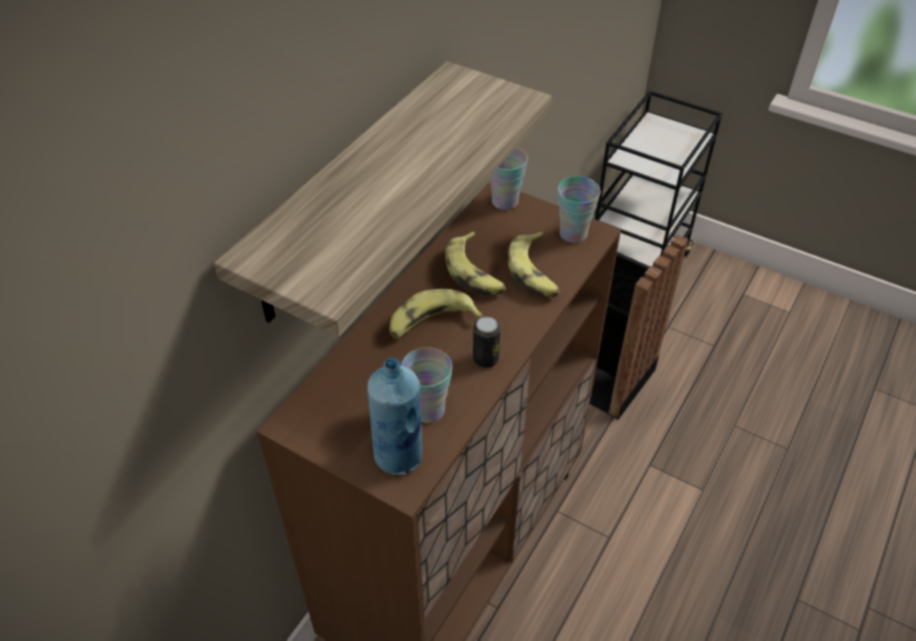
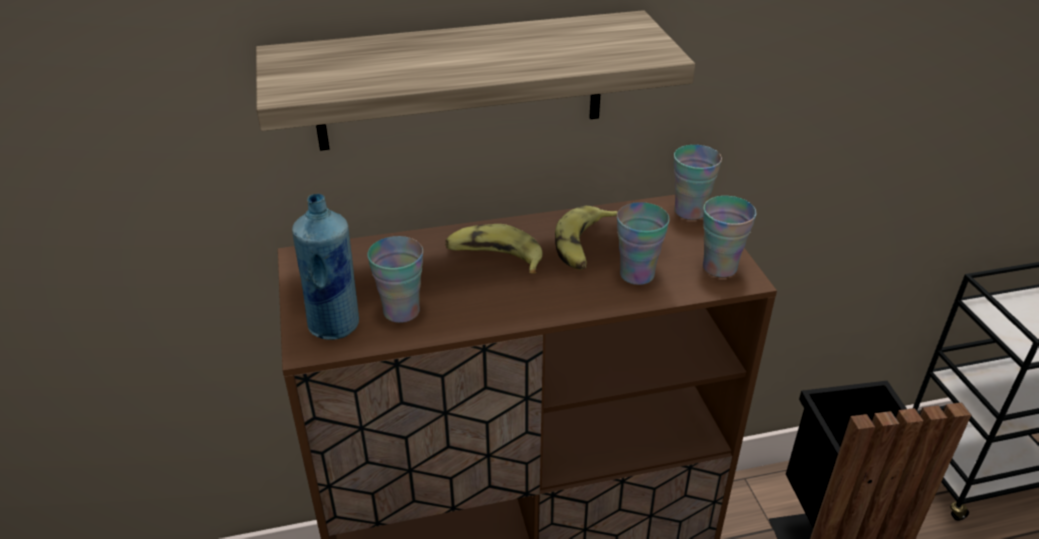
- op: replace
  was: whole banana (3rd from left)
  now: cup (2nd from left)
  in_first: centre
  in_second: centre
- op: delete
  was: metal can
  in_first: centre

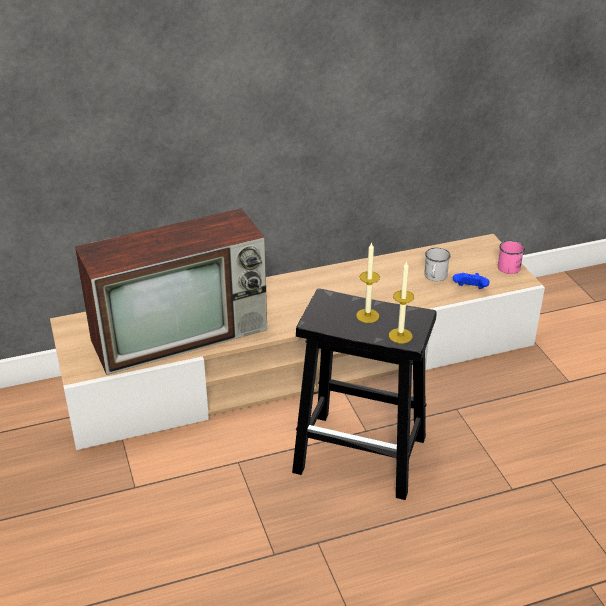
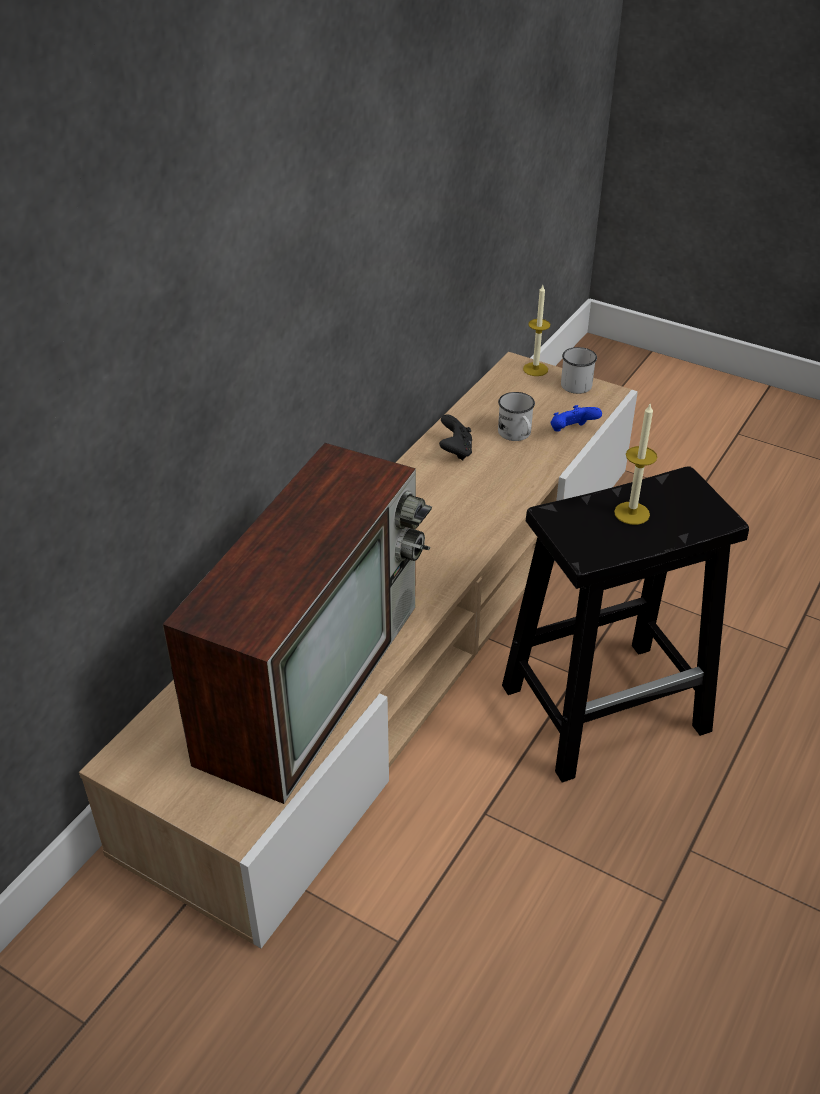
- op: recolor
  was: coffee mug/pink-coloured
  now: coffee mug/white-coloured (2nd from left)
  in_first: middle right
  in_second: middle right
- op: move
  was: wax candle (2nd from left in the first image)
  now: wax candle (1st from left)
  in_first: centre
  in_second: top centre
- op: insert
  now: gamepad/blackish
  in_second: centre

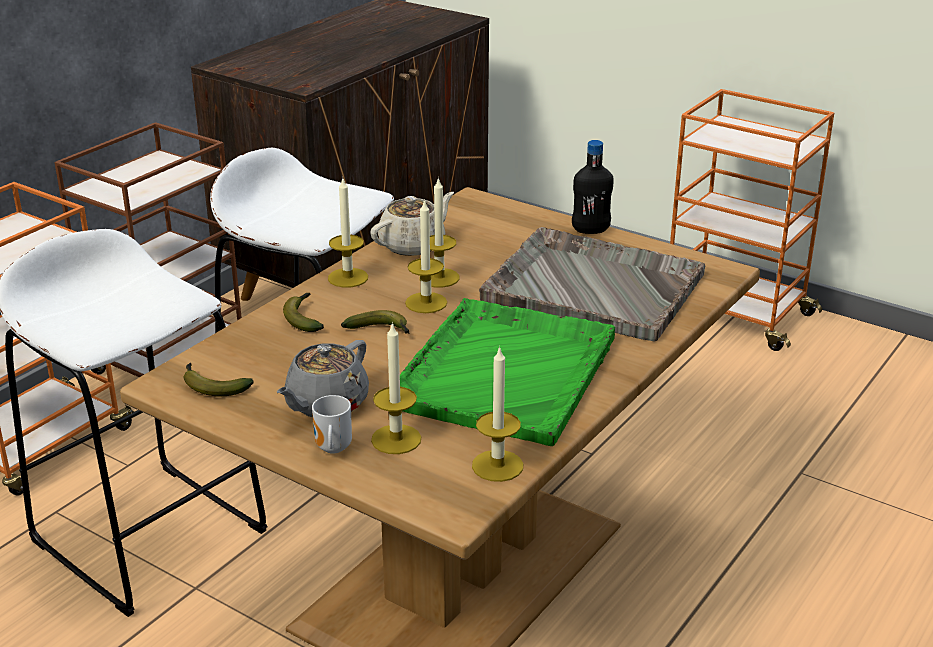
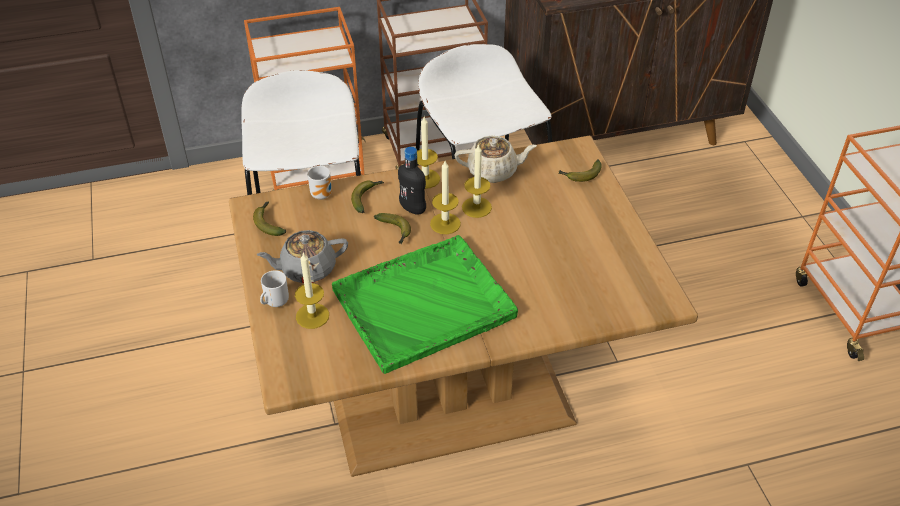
- op: move
  was: beverage bottle/blackish
  in_first: top centre
  in_second: centre
- op: delete
  was: carrying tray/greyish
  in_first: centre
- op: delete
  was: wax candle (5th from left)
  in_first: centre
- op: insert
  now: whole banana (4th from left)
  in_second: centre
- op: insert
  now: coffee mug (2nd from left)
  in_second: centre

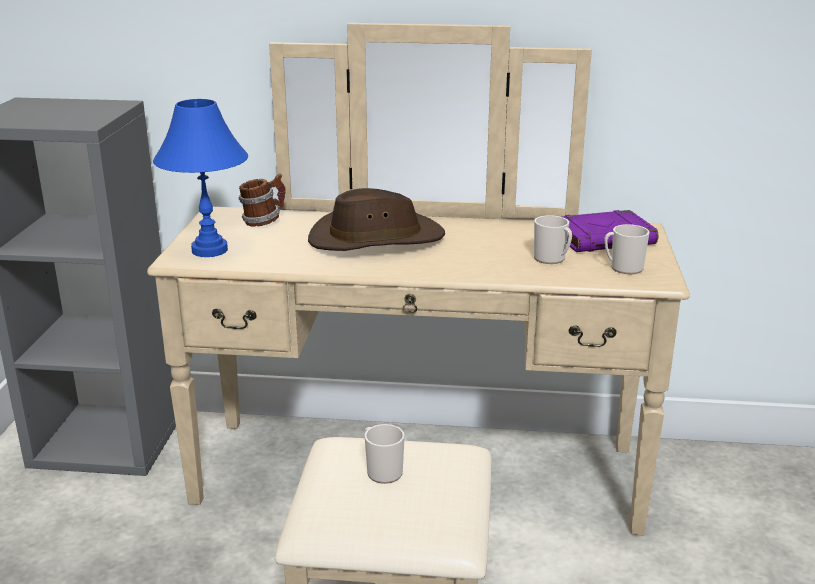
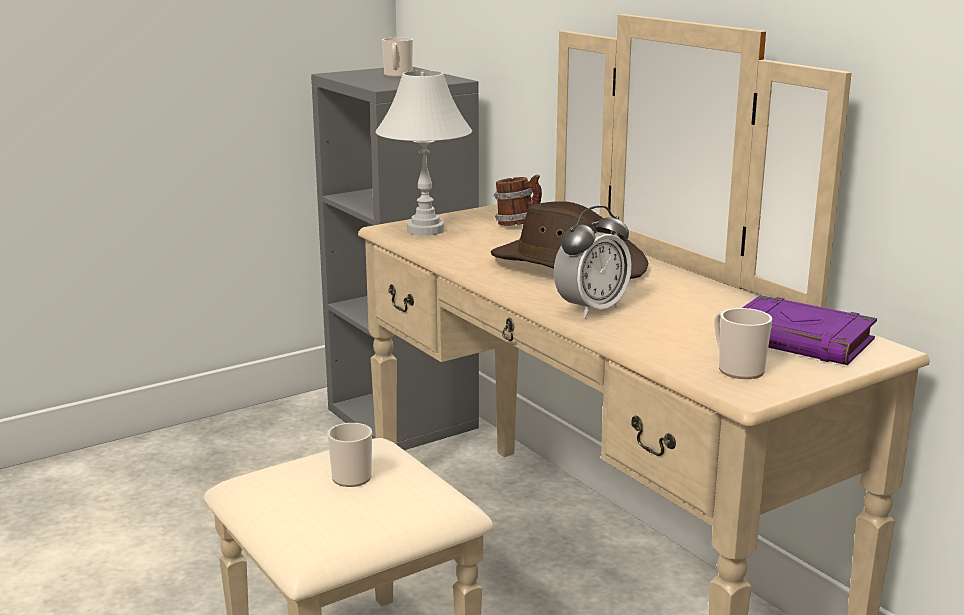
- op: recolor
  was: lamp for a table/bluish
  now: lamp for a table/white-coloured
  in_first: top left
  in_second: top centre
- op: move
  was: coffee mug (3rd from left in the first image)
  now: coffee mug (2nd from left)
  in_first: middle right
  in_second: top centre
- op: insert
  now: alarm clock
  in_second: centre

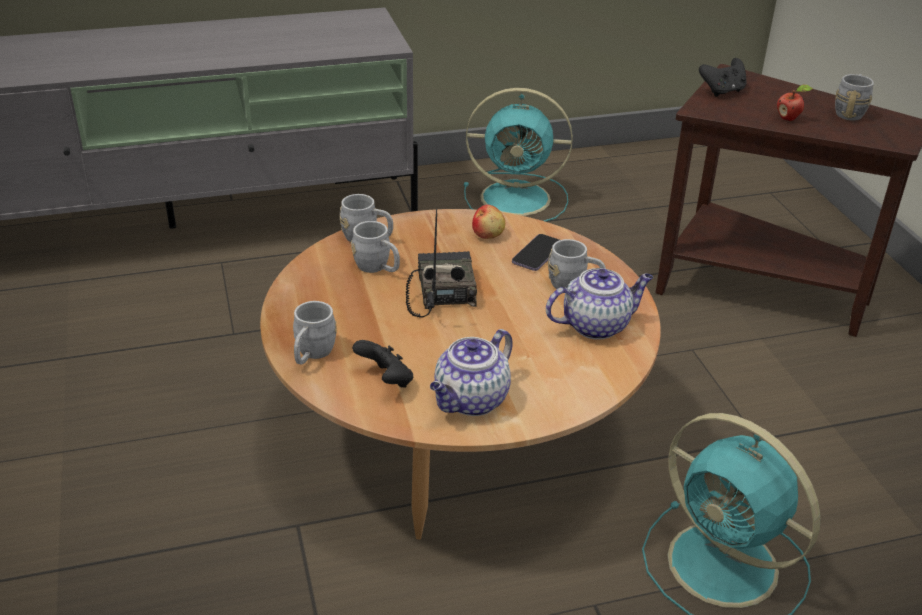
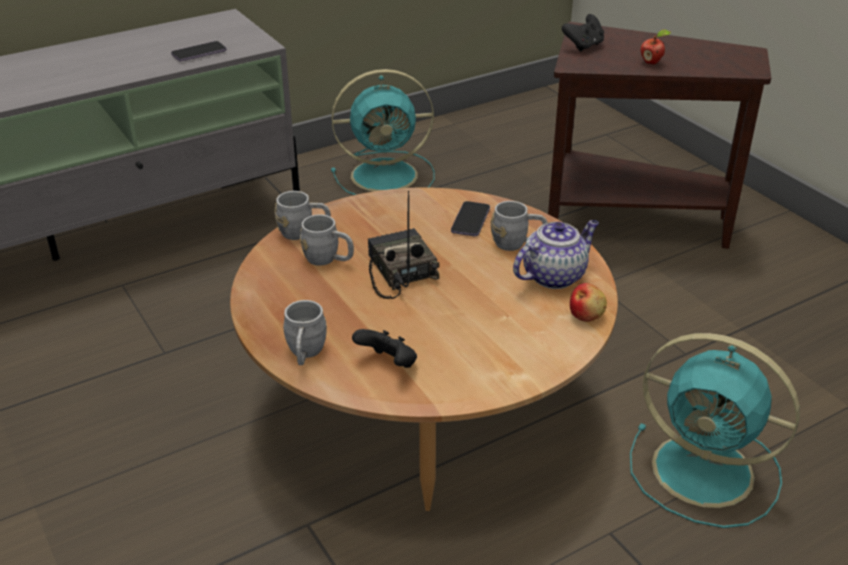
- op: delete
  was: coffee mug/greyish (5th from left)
  in_first: top right
- op: move
  was: apple (1st from left)
  in_first: centre
  in_second: middle right
- op: delete
  was: tea pot (1st from left)
  in_first: centre
- op: insert
  now: phone (1st from left)
  in_second: top left

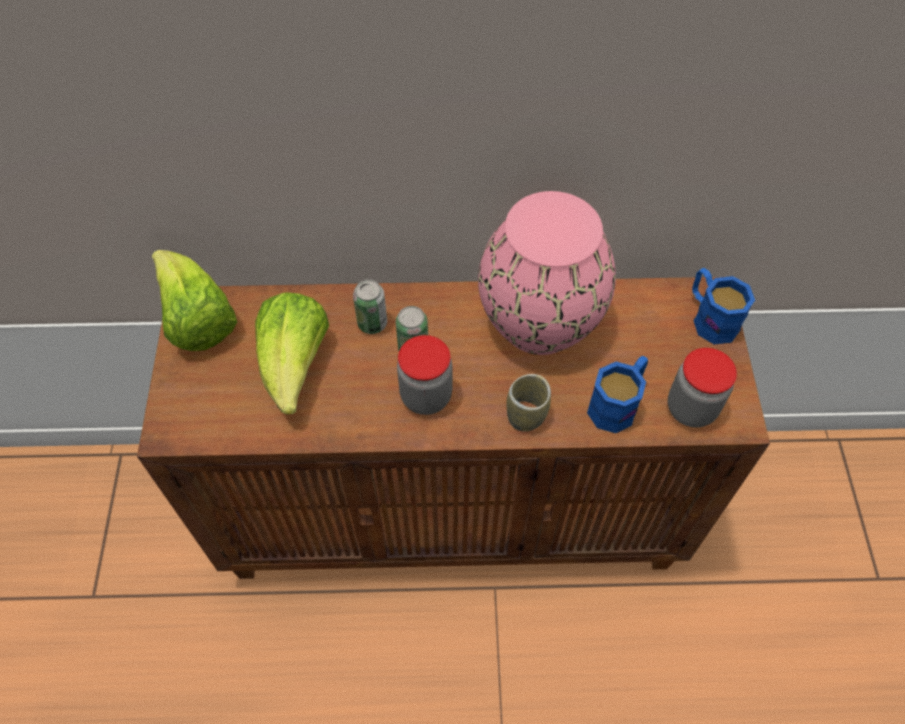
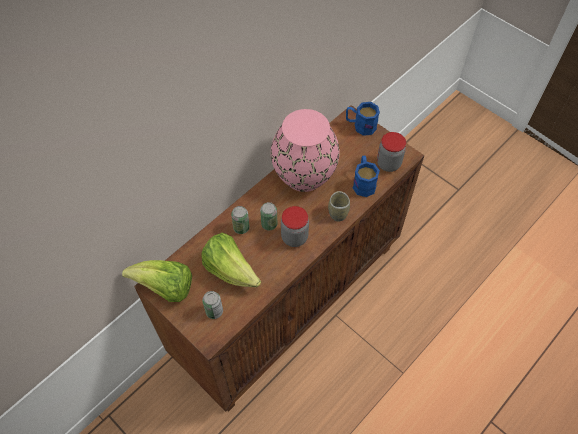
- op: insert
  now: metal can (1st from left)
  in_second: bottom centre

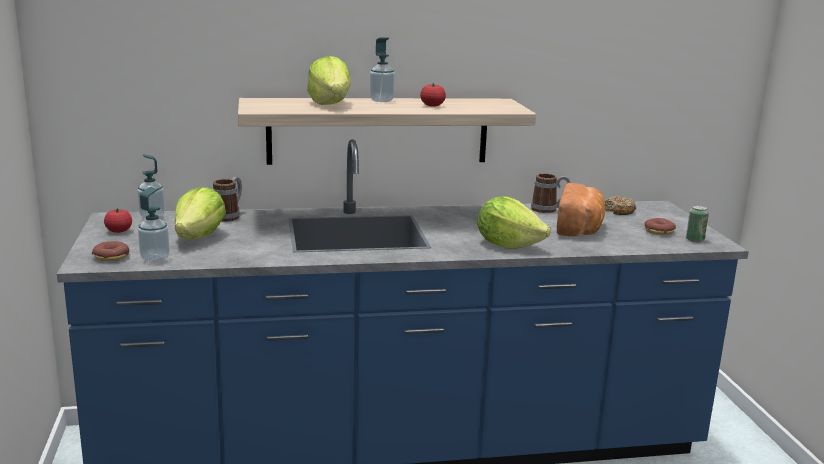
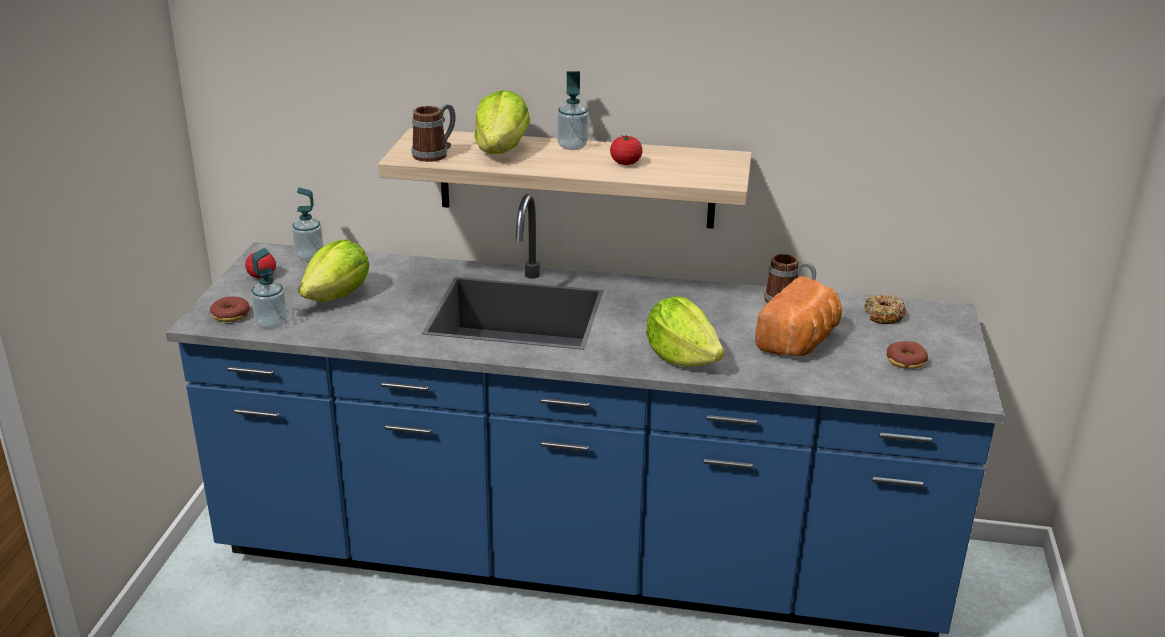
- op: move
  was: coffee mug (1st from left)
  in_first: middle left
  in_second: top centre
- op: delete
  was: metal can
  in_first: middle right

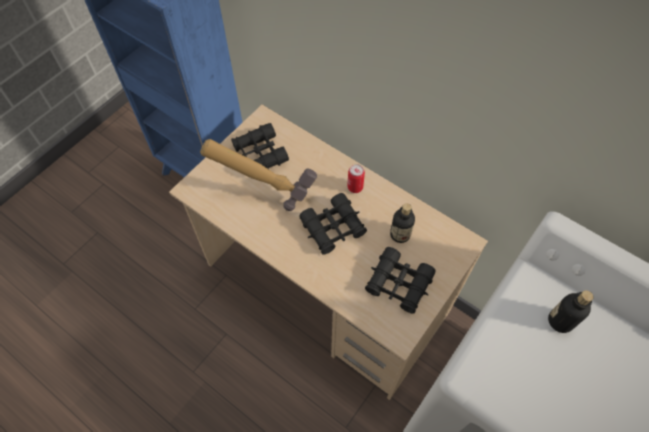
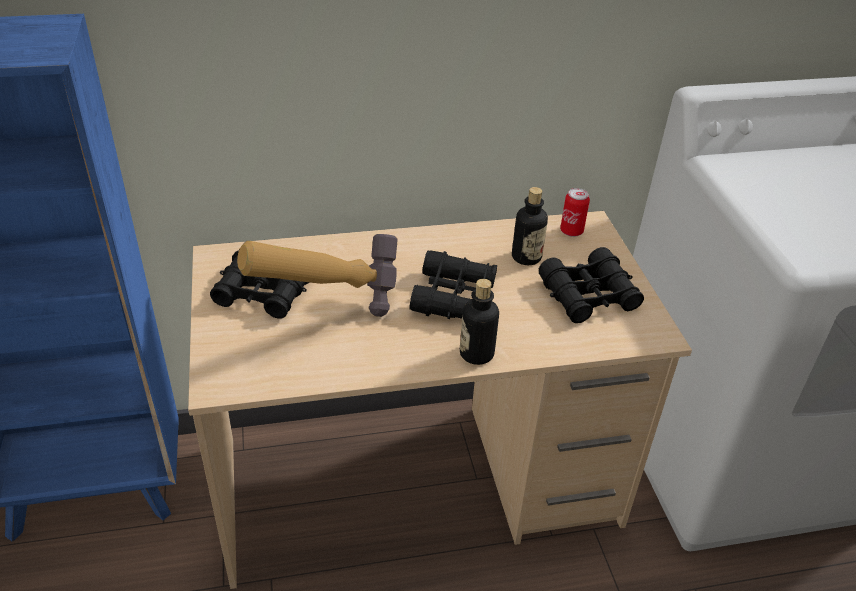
- op: move
  was: metal can
  in_first: centre
  in_second: middle right
- op: move
  was: beverage bottle (2nd from left in the first image)
  now: beverage bottle (1st from left)
  in_first: bottom right
  in_second: centre

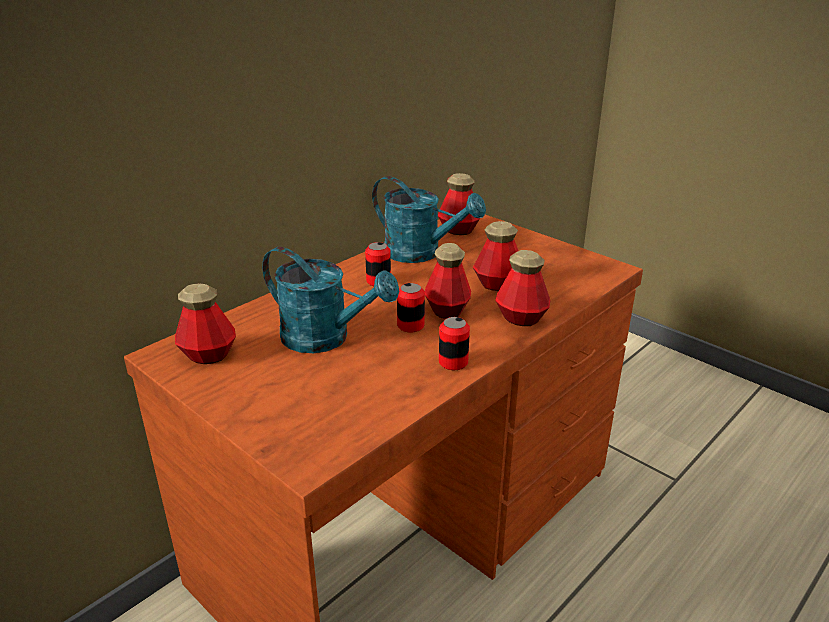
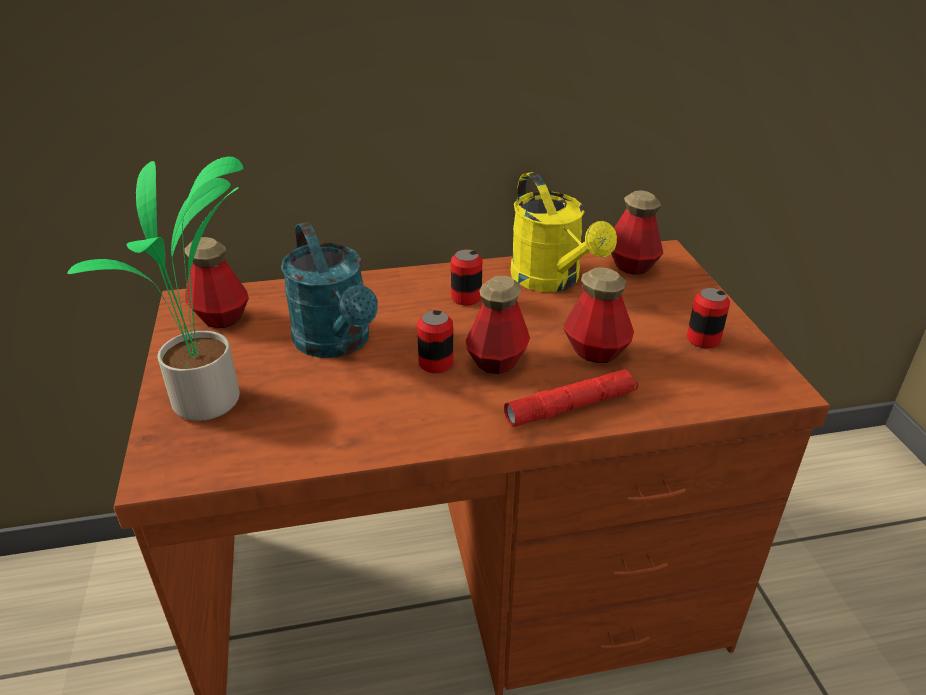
- op: recolor
  was: sprinkling can/turquoise-coloured (2nd from left)
  now: sprinkling can/yellow-coloured
  in_first: centre
  in_second: centre
- op: replace
  was: beverage bottle (5th from left)
  now: torch/red
  in_first: centre
  in_second: centre
- op: move
  was: metal can (3rd from left)
  in_first: centre
  in_second: middle right
- op: insert
  now: plant in a pot
  in_second: middle left

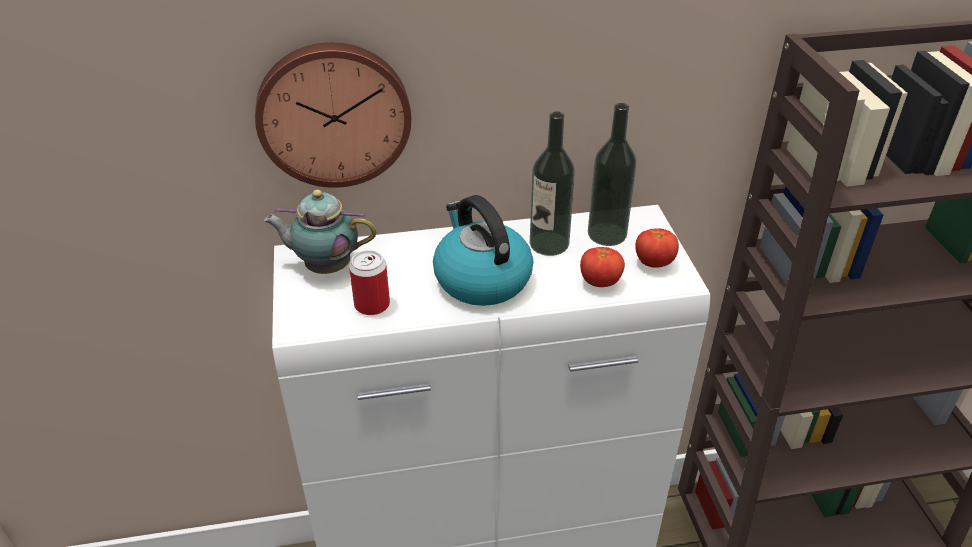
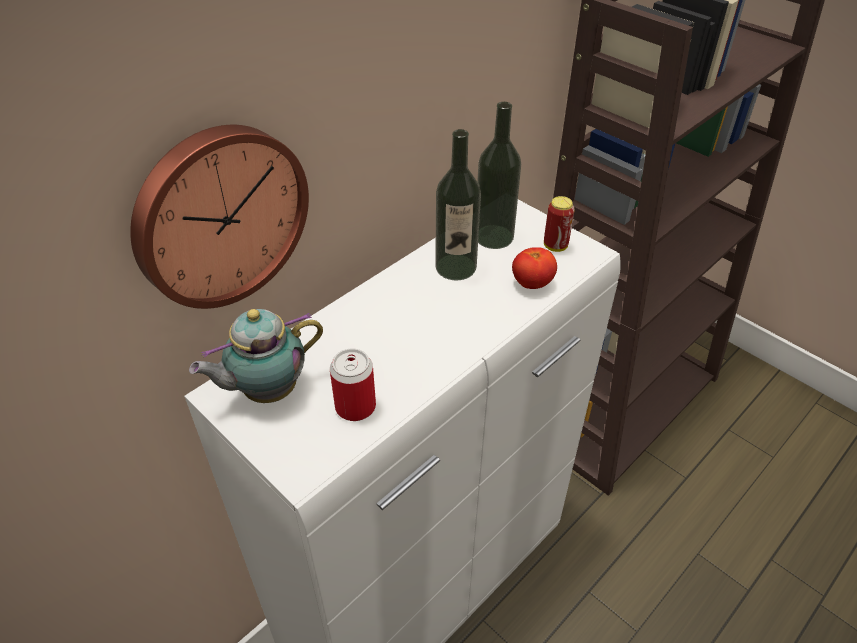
- op: delete
  was: water kettle
  in_first: centre
- op: replace
  was: whole tomato (2nd from left)
  now: metal can (2nd from left)
  in_first: middle right
  in_second: centre

